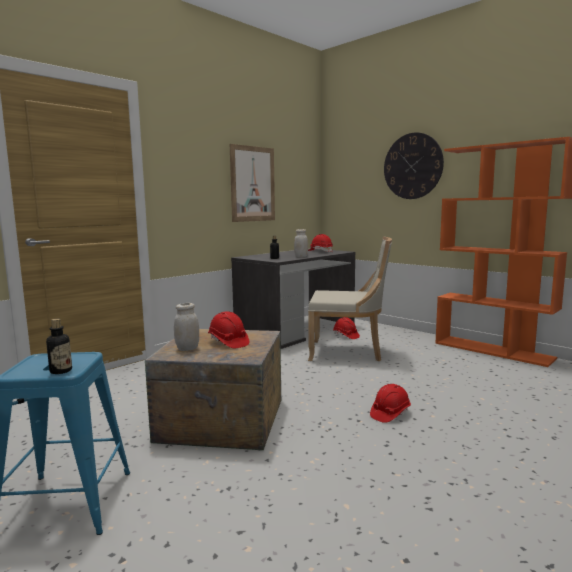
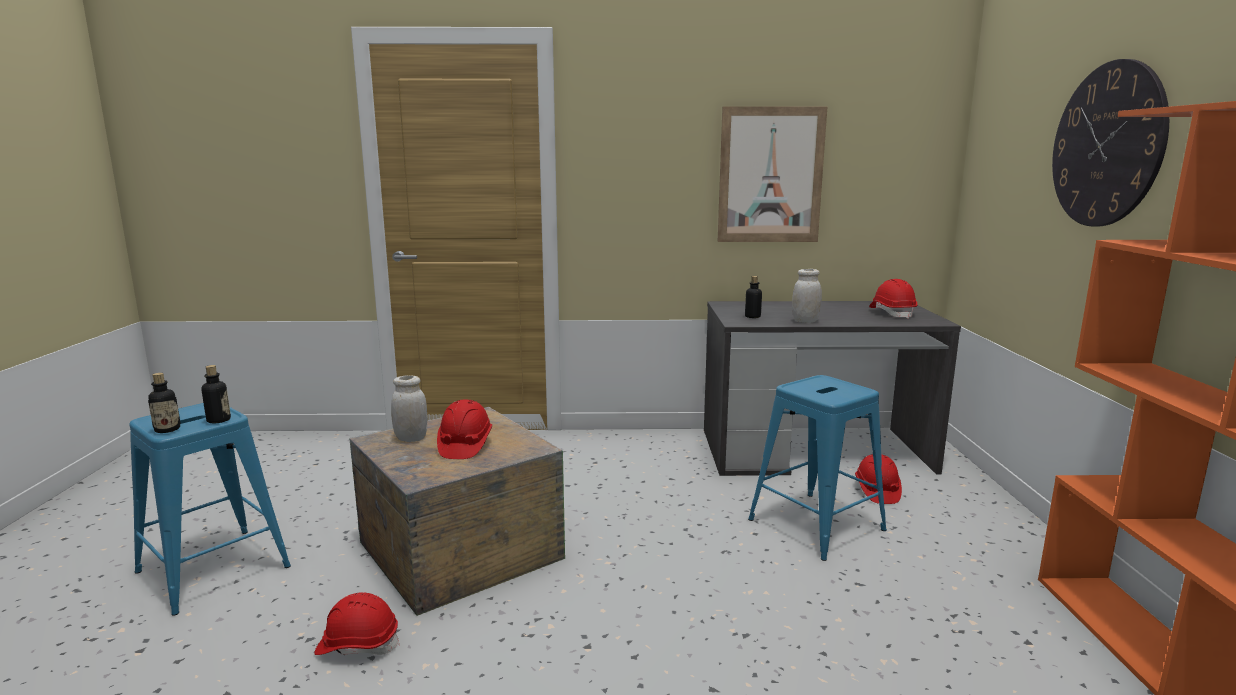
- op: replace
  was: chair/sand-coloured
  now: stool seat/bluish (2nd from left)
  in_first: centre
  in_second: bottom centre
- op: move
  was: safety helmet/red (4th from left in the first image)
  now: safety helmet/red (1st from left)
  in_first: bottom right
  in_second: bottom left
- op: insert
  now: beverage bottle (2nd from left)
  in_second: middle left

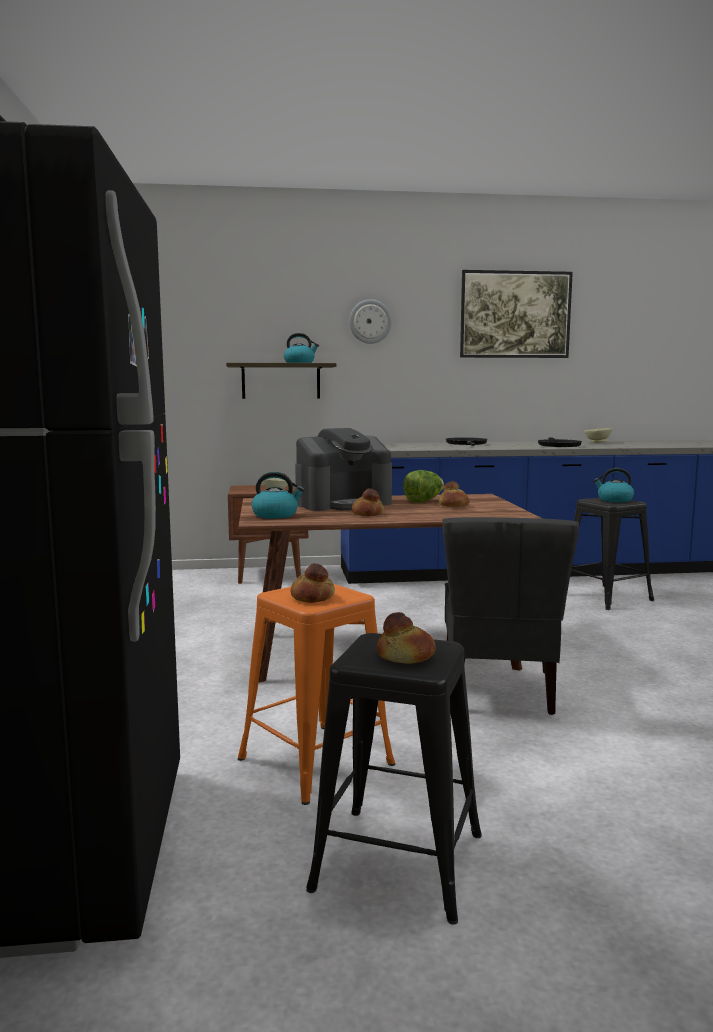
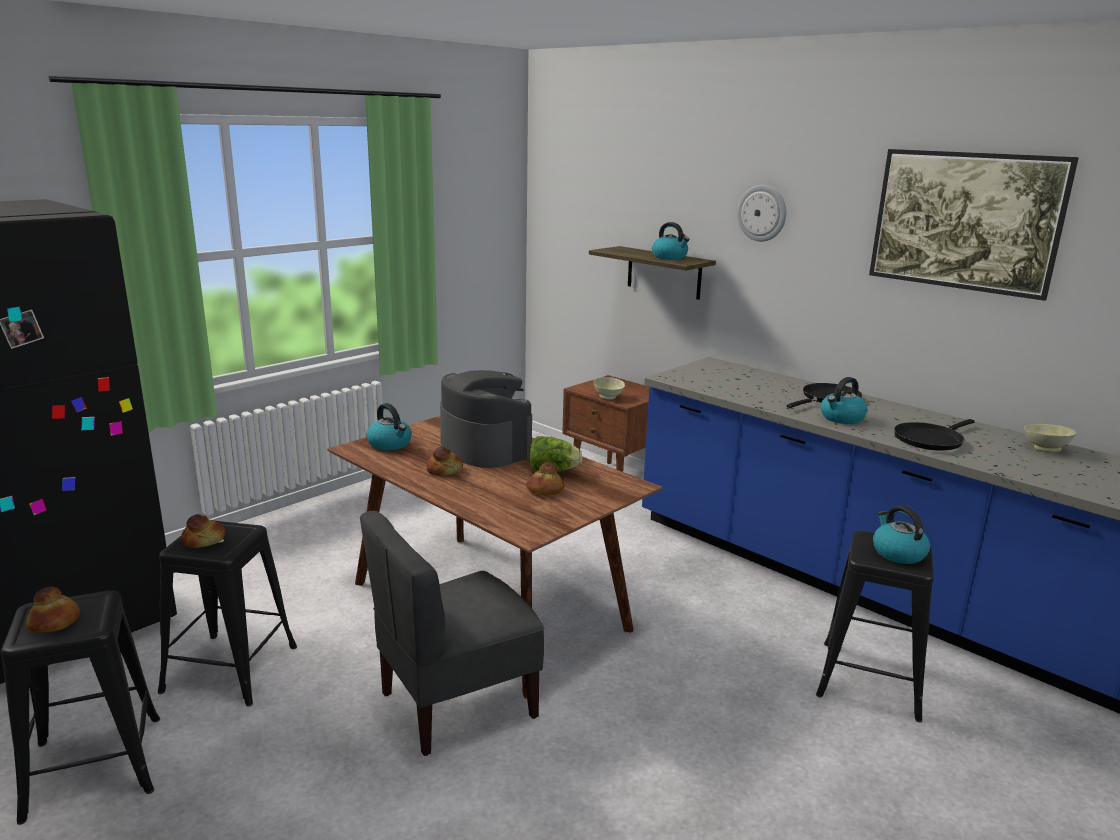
- op: rotate
  was: coffee machine
  in_first: centre
  in_second: centre
  clockwise: -150
- op: recolor
  was: stool seat/orange-coloured
  now: stool seat/blackish (2nd from left)
  in_first: bottom centre
  in_second: bottom left
- op: insert
  now: water kettle (3rd from left)
  in_second: middle right

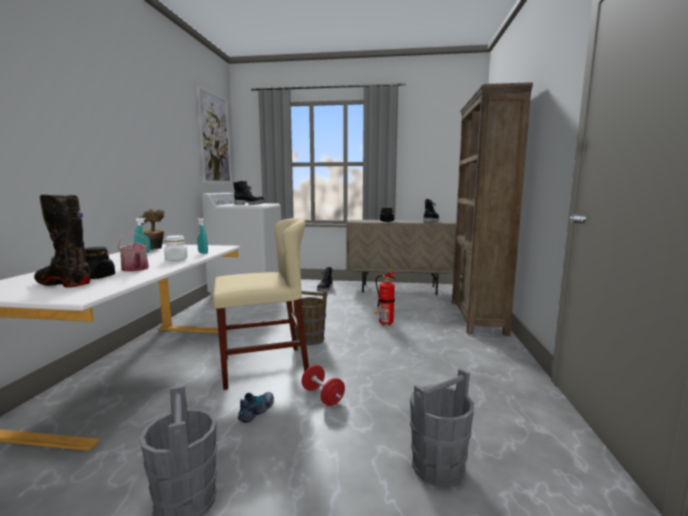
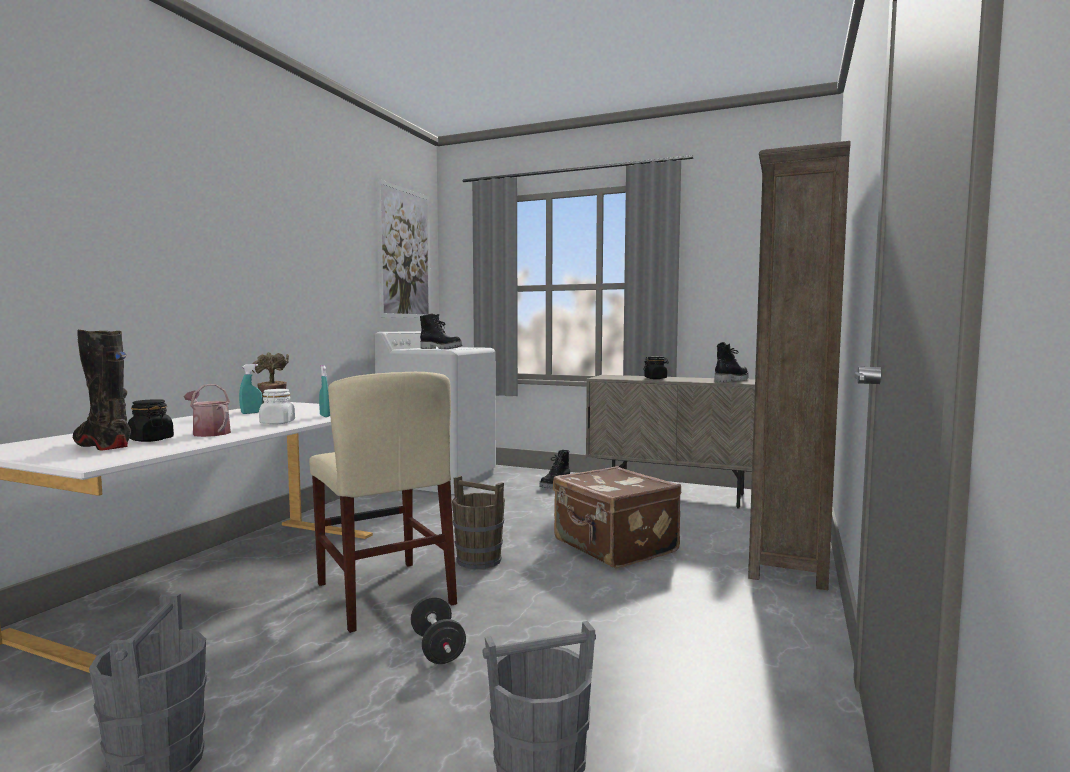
- op: rotate
  was: chair/sand-coloured
  in_first: centre
  in_second: centre
  clockwise: 60
- op: rotate
  was: sprinkling can
  in_first: middle left
  in_second: middle left
  clockwise: 150
- op: replace
  was: fire extinguisher
  now: travel case/brown-coloured
  in_first: centre
  in_second: bottom centre
- op: recolor
  was: hand weight/red
  now: hand weight/blackish
  in_first: bottom centre
  in_second: bottom centre
- op: delete
  was: low shoe
  in_first: bottom centre

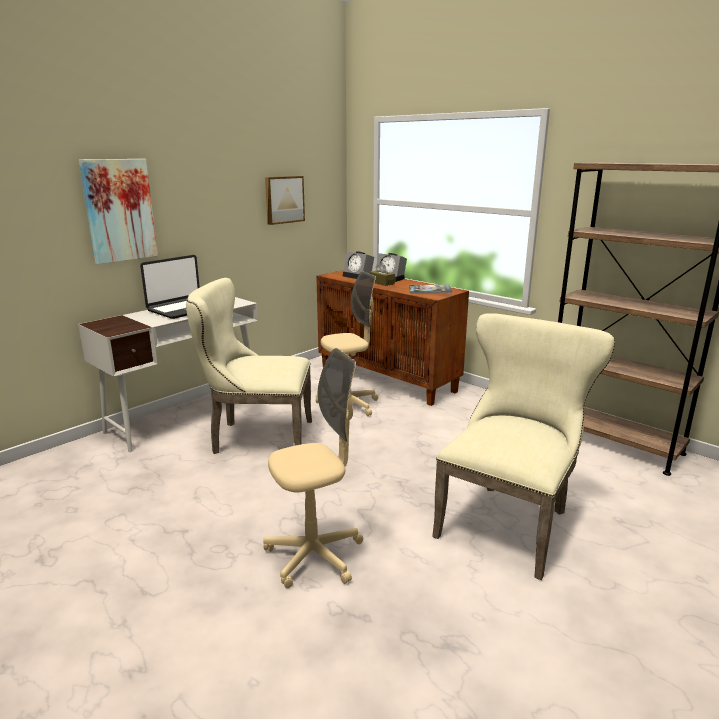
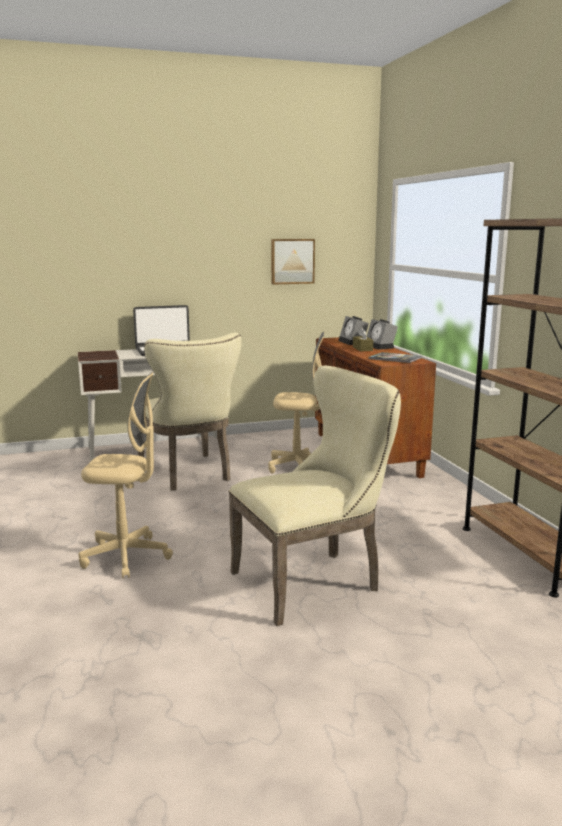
- op: delete
  was: wall picture (1st from left)
  in_first: top left
- op: rotate
  was: chair/sand-coloured (1st from left)
  in_first: centre
  in_second: centre
  clockwise: -150

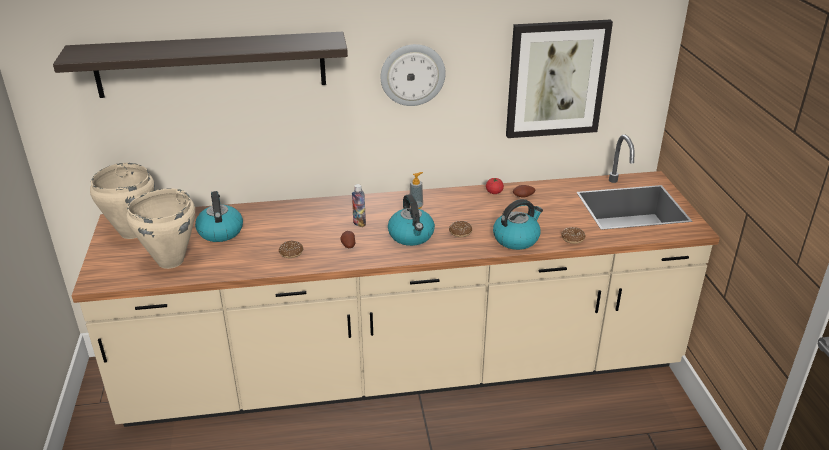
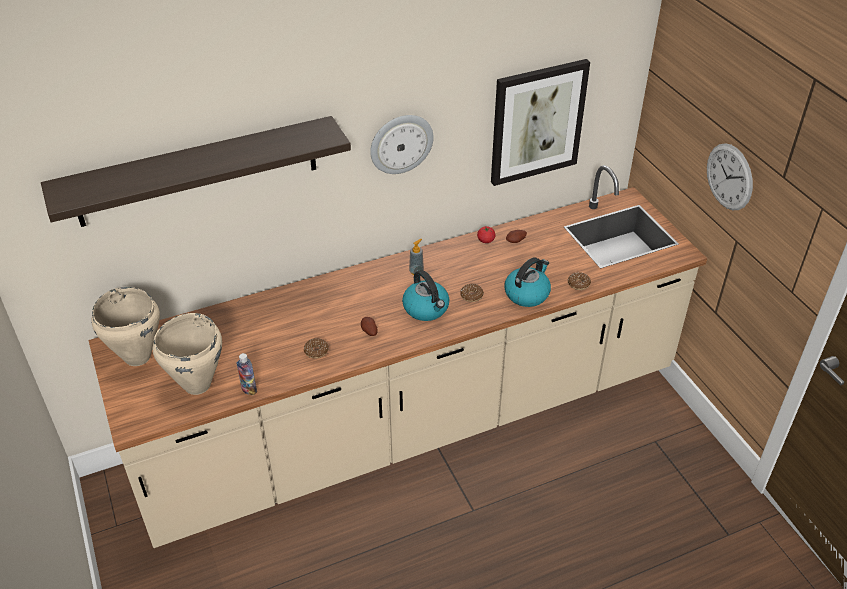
- op: move
  was: beverage bottle
  in_first: centre
  in_second: middle left
- op: delete
  was: water kettle (1st from left)
  in_first: middle left
- op: insert
  now: clock on the wall (2nd from left)
  in_second: top right

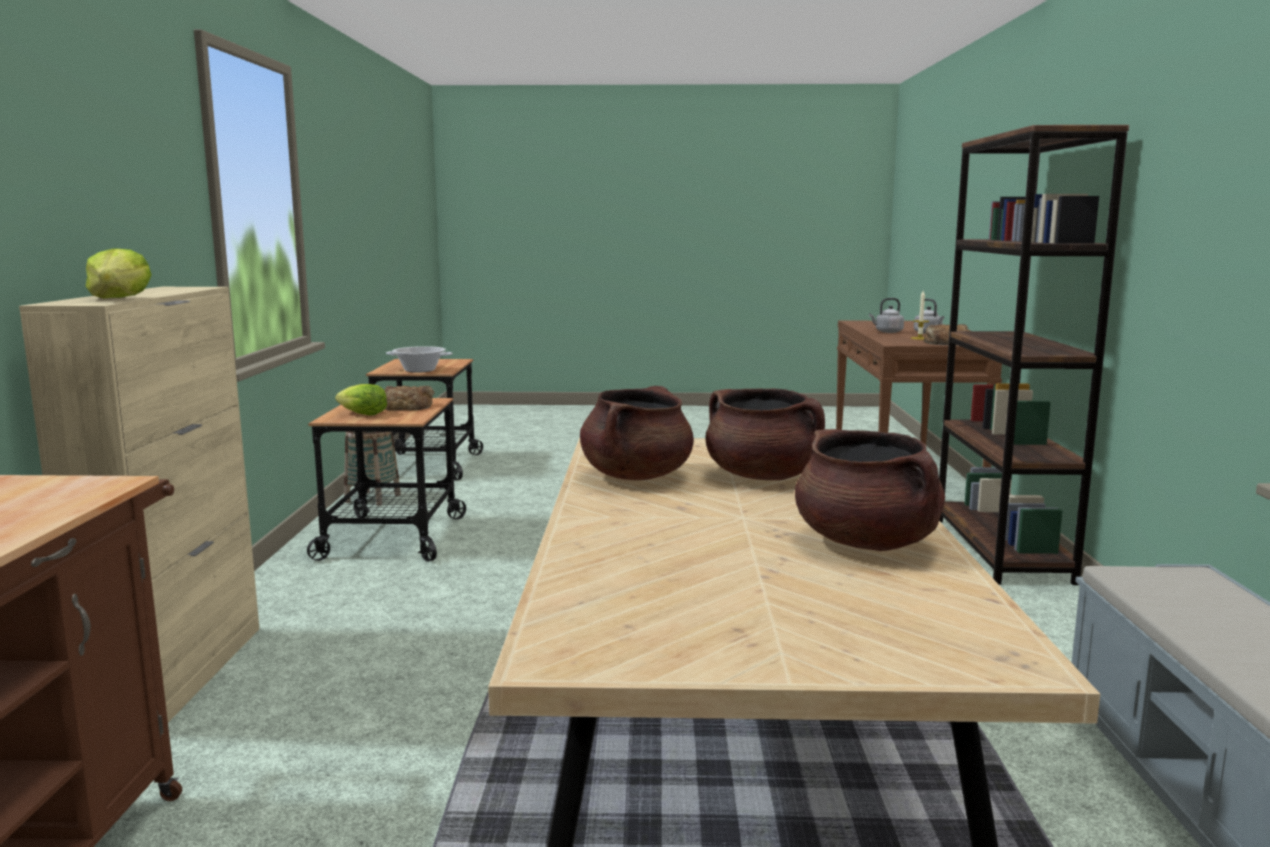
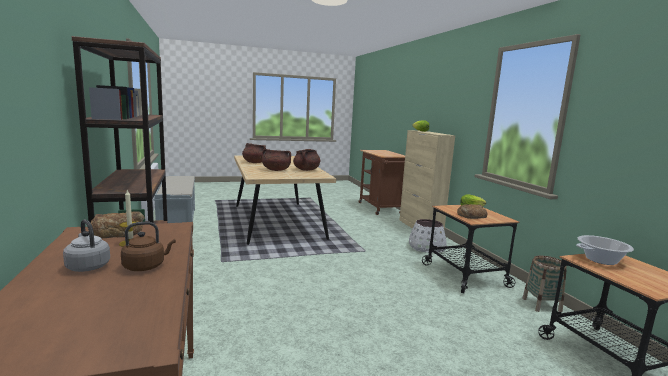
- op: recolor
  was: water kettle/greyish (1st from left)
  now: water kettle/brown-coloured
  in_first: middle right
  in_second: middle left
- op: insert
  now: flower pot/white-coloured
  in_second: centre

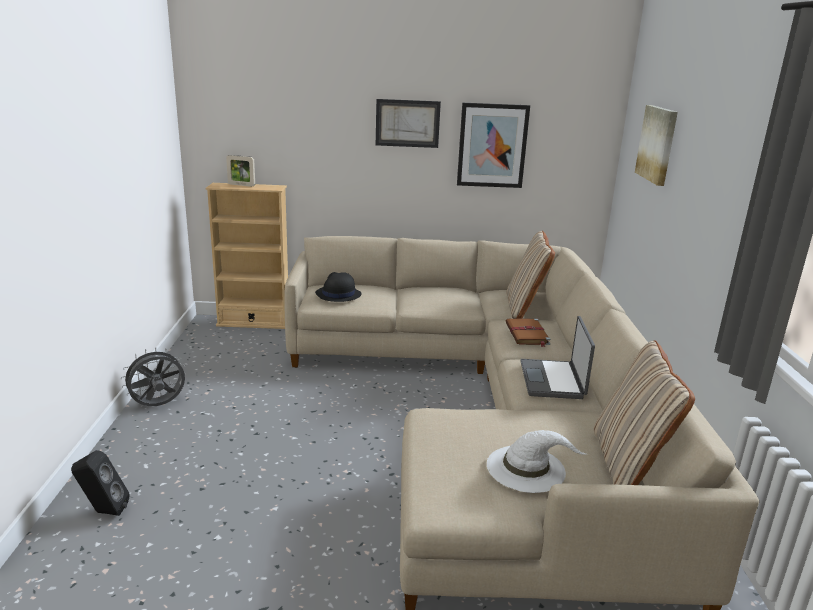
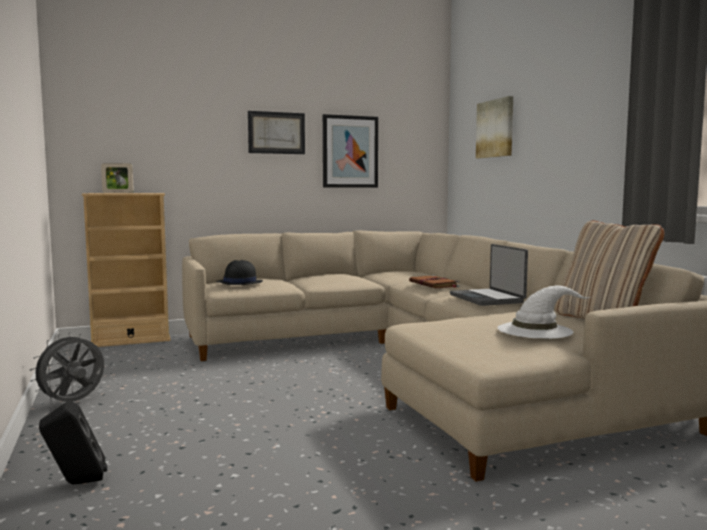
- op: delete
  was: cushion/sand-coloured (1st from left)
  in_first: centre

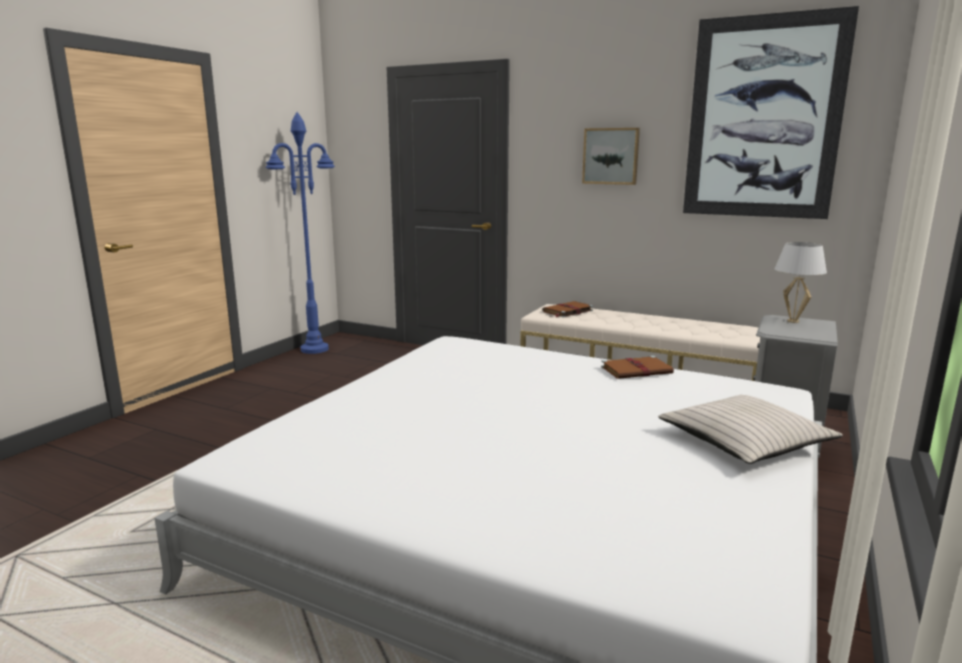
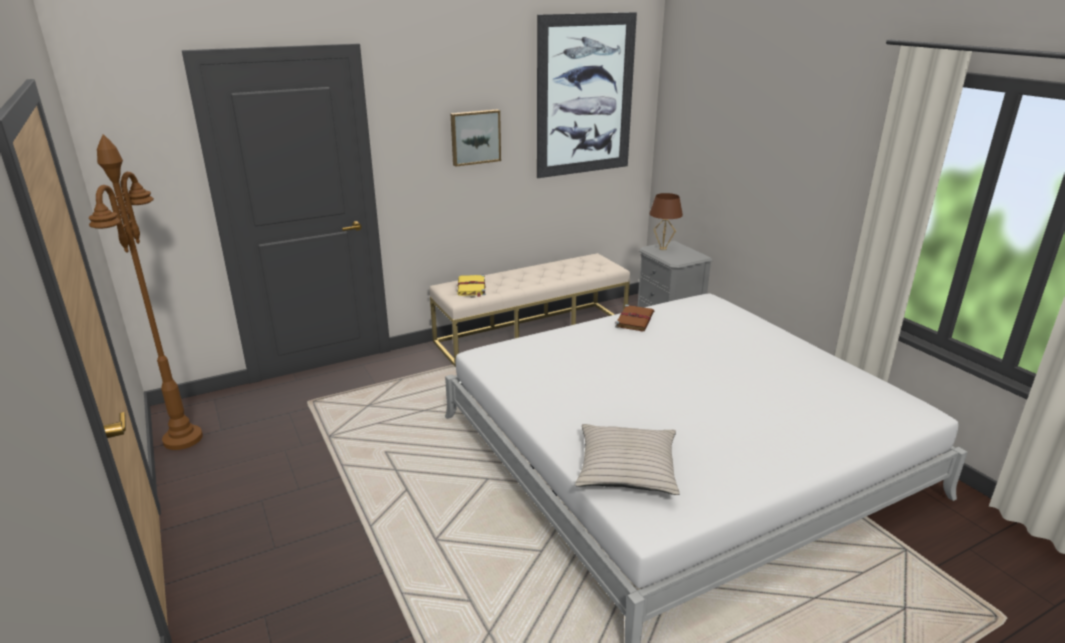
- op: recolor
  was: standing lamp/bluish
  now: standing lamp/brown-coloured
  in_first: middle left
  in_second: middle left
- op: recolor
  was: lamp for a table/white-coloured
  now: lamp for a table/brown-coloured
  in_first: middle right
  in_second: centre
- op: recolor
  was: book/brown-coloured (1st from left)
  now: book/yellow-coloured
  in_first: centre
  in_second: centre
- op: move
  was: cushion/sand-coloured
  in_first: middle right
  in_second: bottom centre

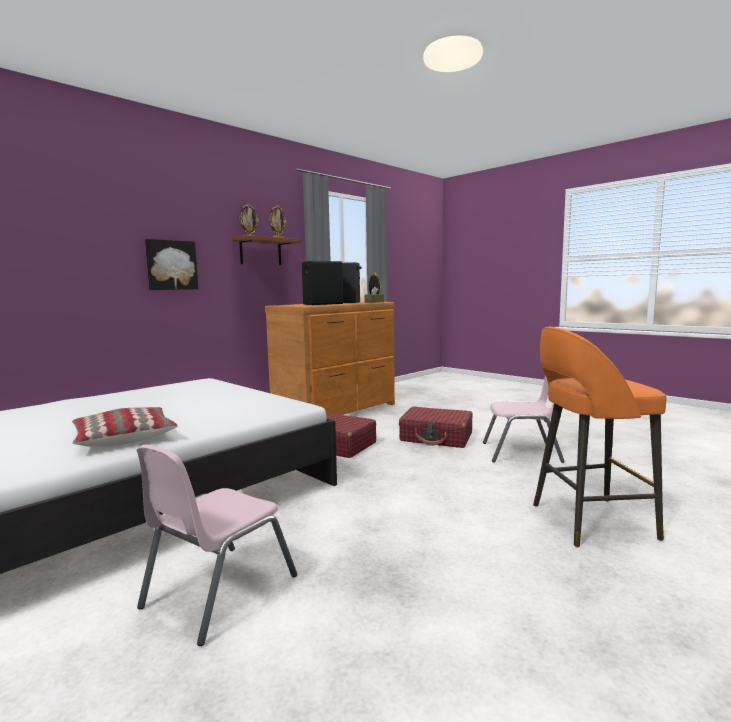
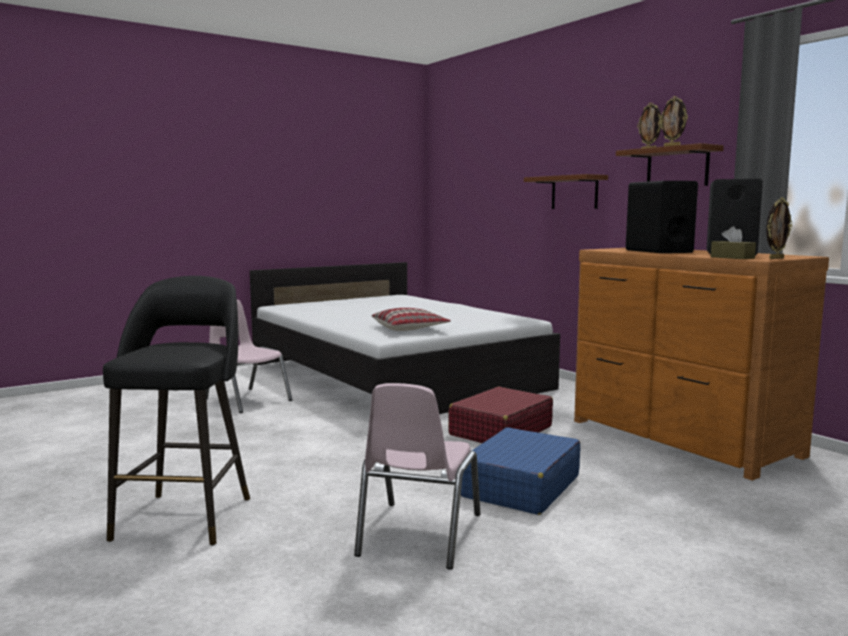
- op: replace
  was: wall picture
  now: shelf/brown-coloured (1st from left)
  in_first: middle left
  in_second: top right
- op: recolor
  was: stool seat/orange-coloured
  now: stool seat/blackish
  in_first: middle right
  in_second: middle left
- op: recolor
  was: travel case/red (2nd from left)
  now: travel case/bluish
  in_first: centre
  in_second: bottom centre
- op: move
  was: cushion
  in_first: middle left
  in_second: centre

